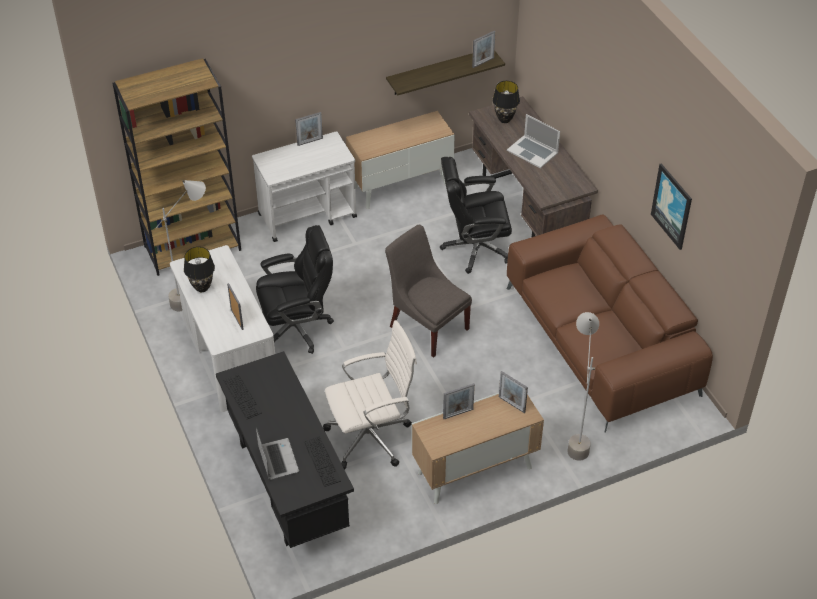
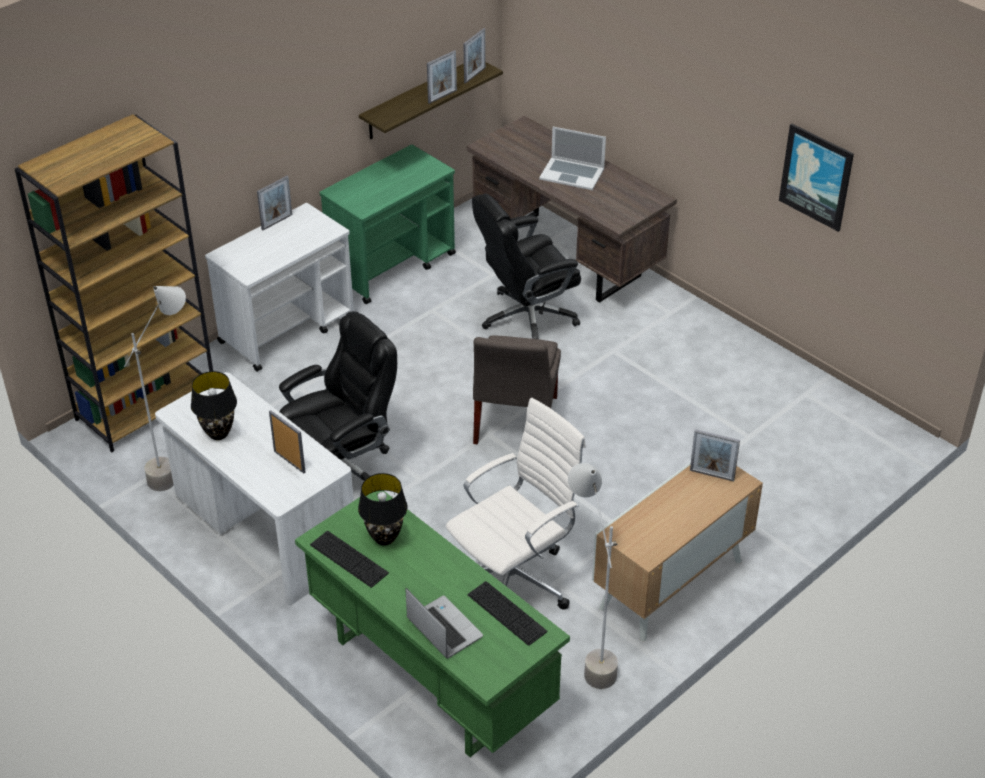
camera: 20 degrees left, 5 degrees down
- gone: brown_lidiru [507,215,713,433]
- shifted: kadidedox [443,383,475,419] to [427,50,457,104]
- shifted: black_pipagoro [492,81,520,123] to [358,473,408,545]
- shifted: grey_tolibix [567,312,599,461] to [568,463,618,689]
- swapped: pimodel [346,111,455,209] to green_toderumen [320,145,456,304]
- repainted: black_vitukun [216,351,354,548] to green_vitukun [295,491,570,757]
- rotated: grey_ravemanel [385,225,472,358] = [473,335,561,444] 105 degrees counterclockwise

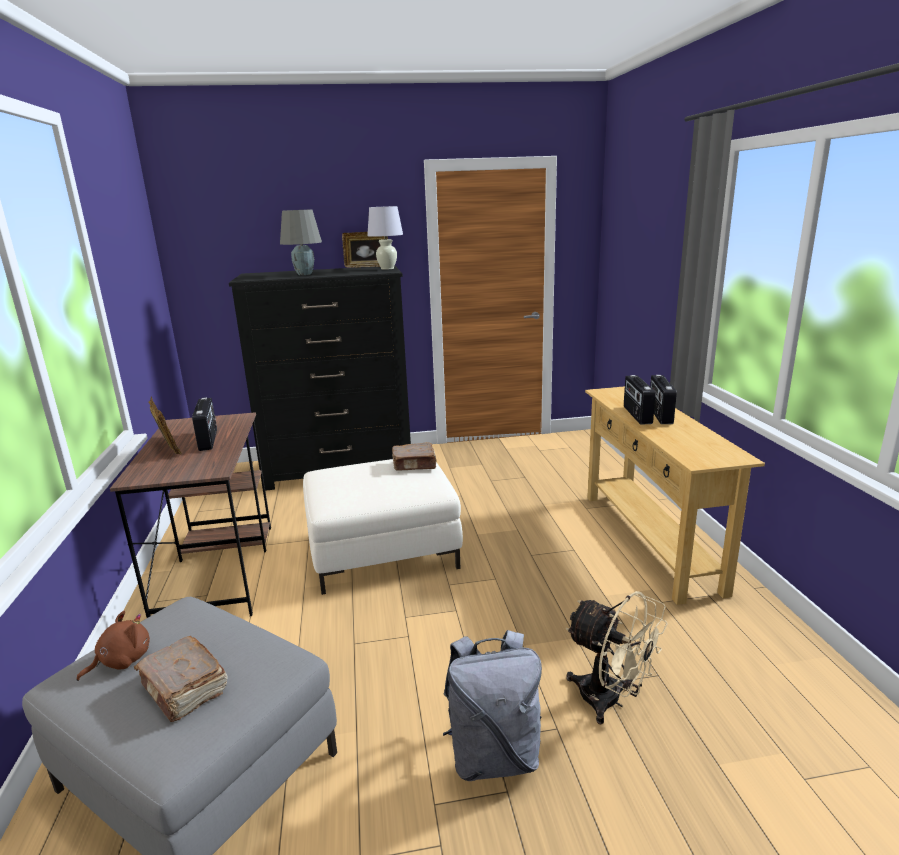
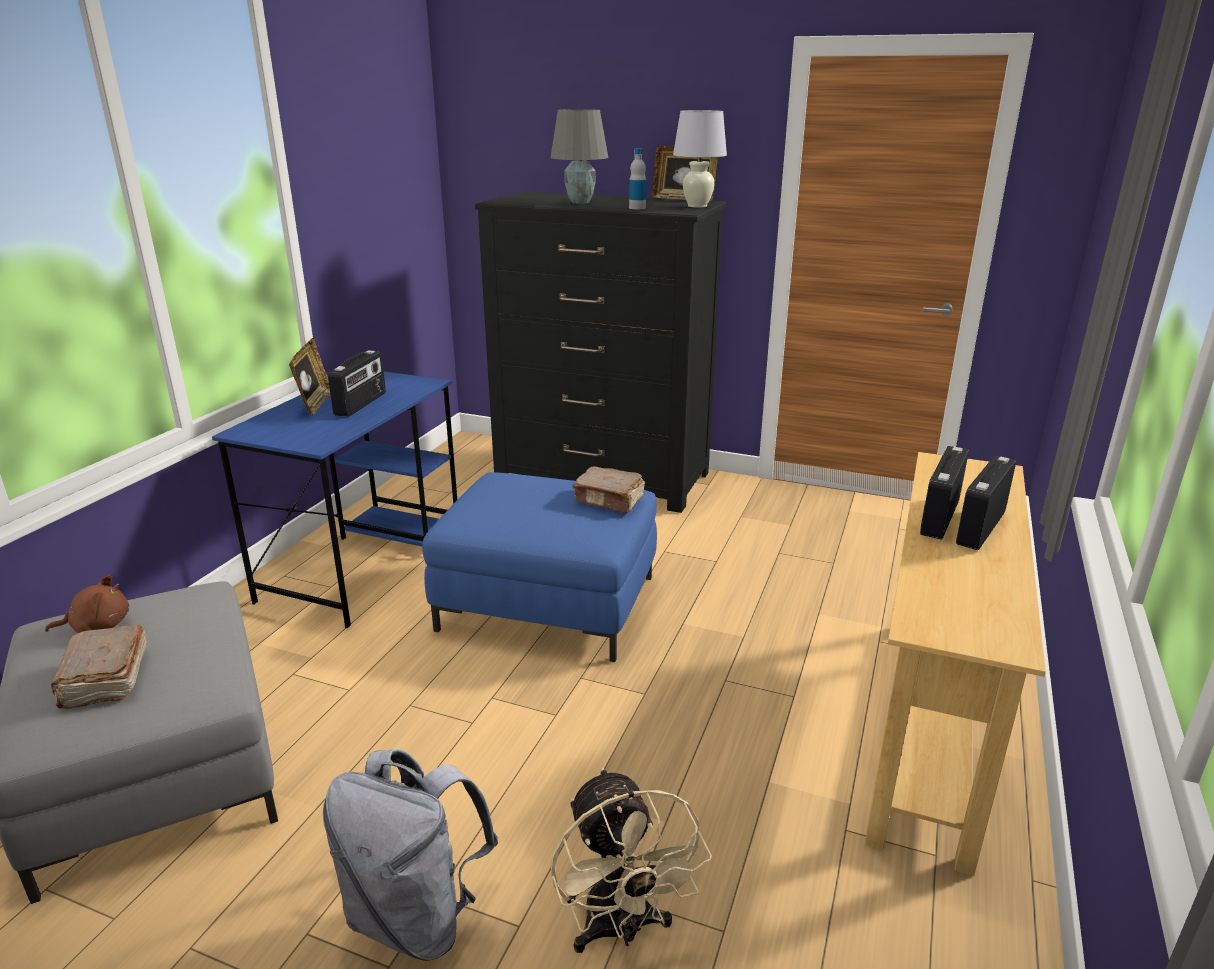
camera: 30 degrees right, 5 degrees up
- new: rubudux [629,148,646,209]
- repainted: brown_vitukun [110,412,271,618] to blue_vitukun [212,372,457,628]
- repainted: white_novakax [303,459,463,595] to blue_novakax [422,472,657,662]

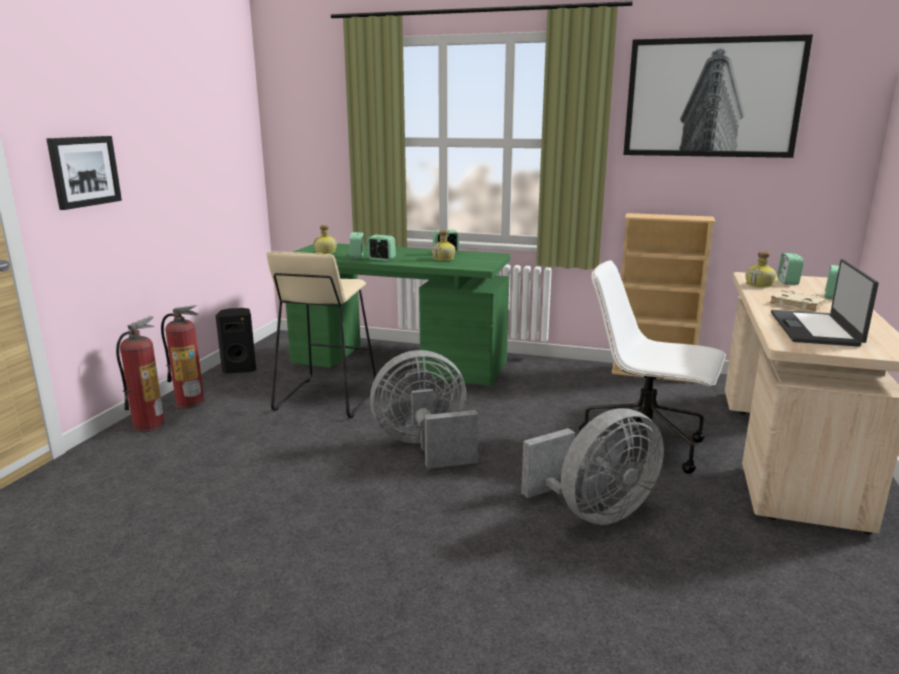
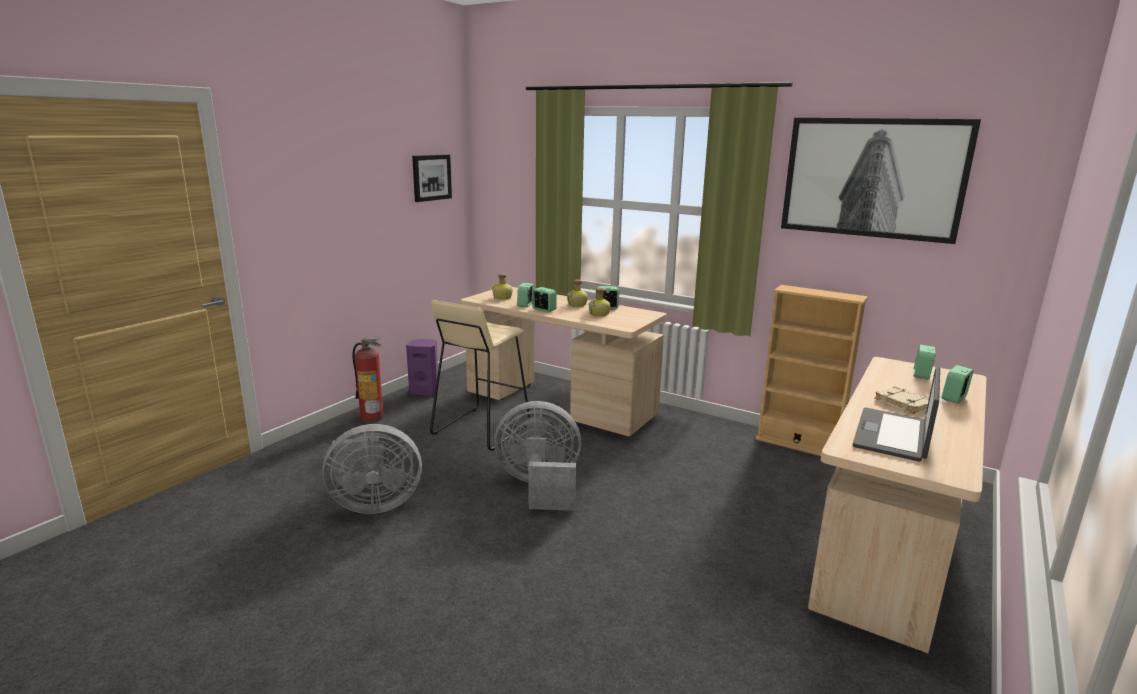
camera: 15 degrees right, 0 degrees up
- gone: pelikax [116,316,165,432]
- gone: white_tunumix [579,260,726,474]
- shifted: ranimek [46,136,122,210] to [412,154,452,202]
- shifted: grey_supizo [521,409,664,525] to [323,424,422,514]
- shifted: rubudux [746,251,776,288] to [567,280,588,307]
- repainted: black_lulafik [216,308,256,374] to purple_lulafik [406,339,439,395]
- repainted: green_vitukun [286,243,511,386] to beige_vitukun [461,287,666,436]

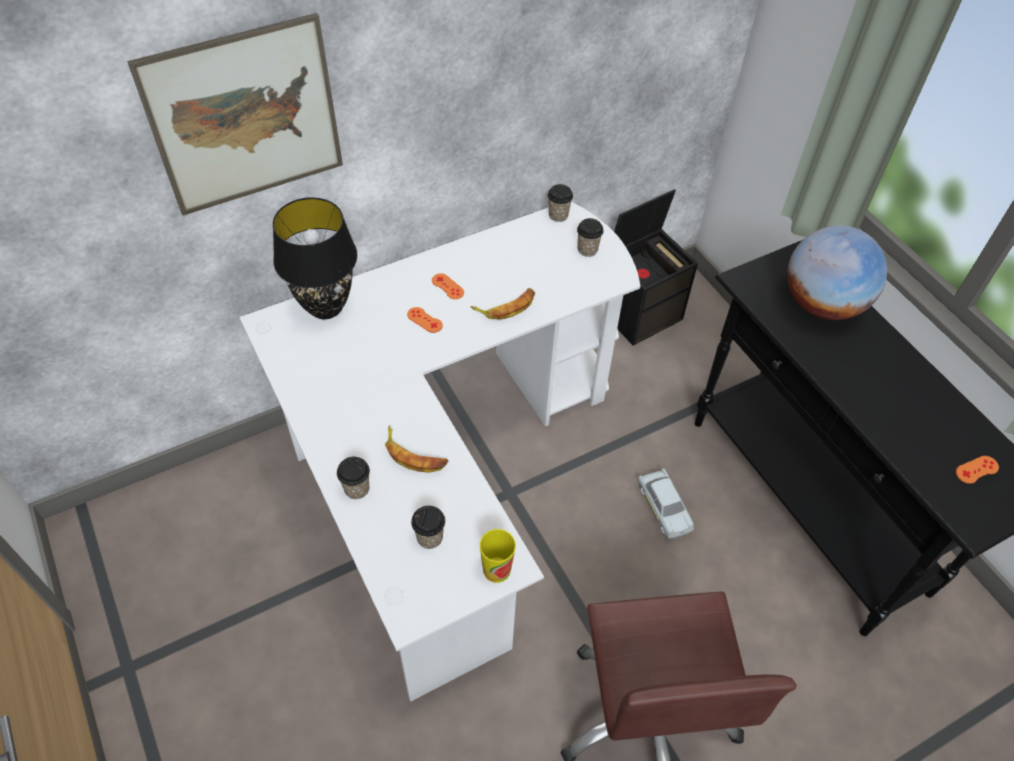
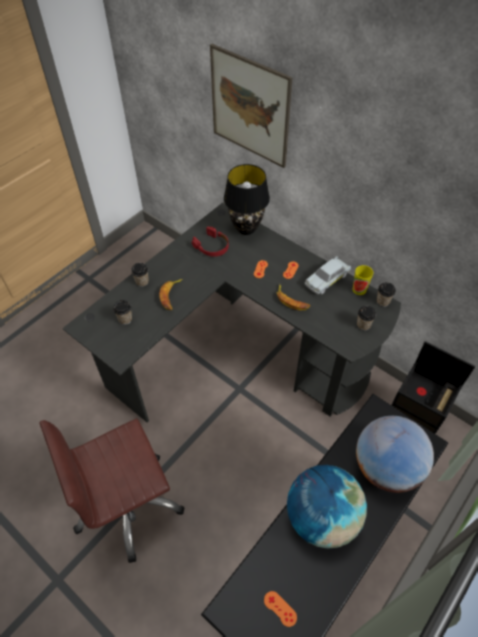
camera: 70 degrees right, 0 degrees up
- new: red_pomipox [192,227,229,257]
- new: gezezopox [287,465,367,549]
- shifted: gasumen [480,529,516,583] to [353,265,373,295]
- shifted: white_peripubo [638,468,694,539] to [305,256,351,295]
- repainted: white_vitukun [239,202,640,702] to black_vitukun [63,203,401,422]

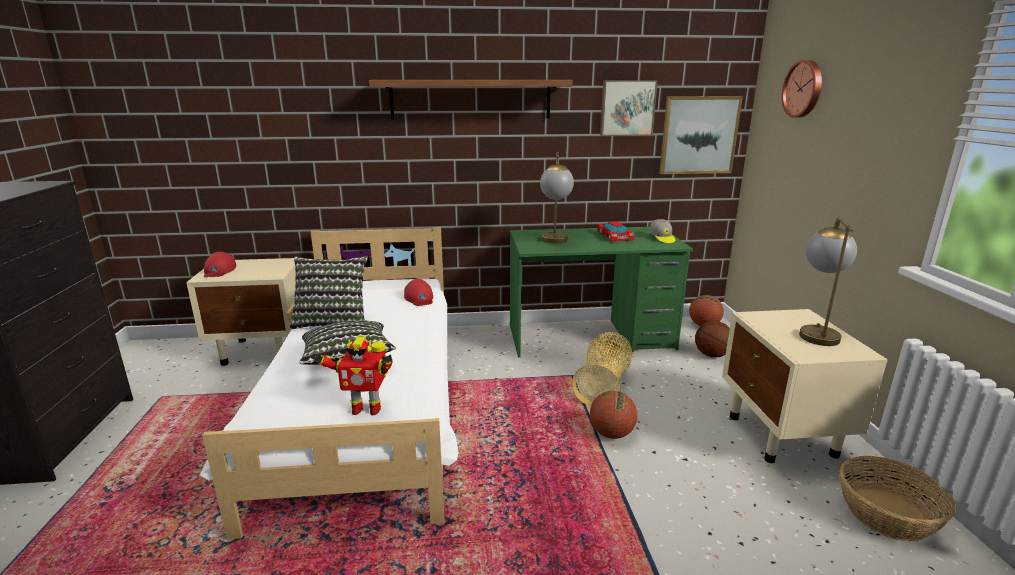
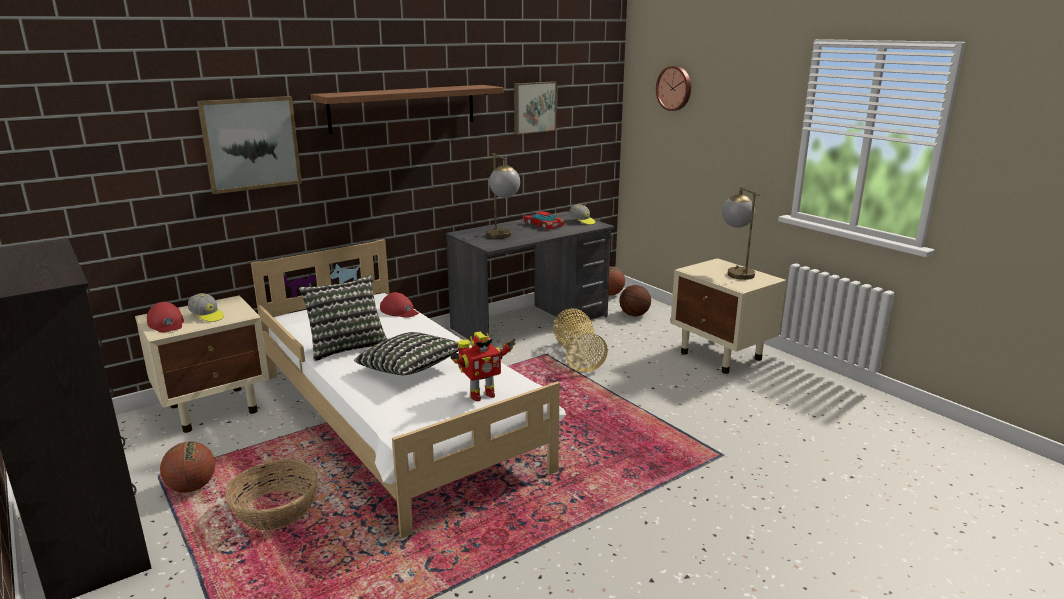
camera: 30 degrees left, 0 degrees up
- new: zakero [188,293,224,322]
- shifted: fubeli [590,391,637,439] to [160,441,215,493]
- shifted: ranimek [659,96,743,174] to [197,96,302,194]
- shifted: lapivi [840,456,956,541] to [225,459,318,531]
- repainted: green_vitukun [510,227,693,358] to grey_vitukun [445,211,615,341]

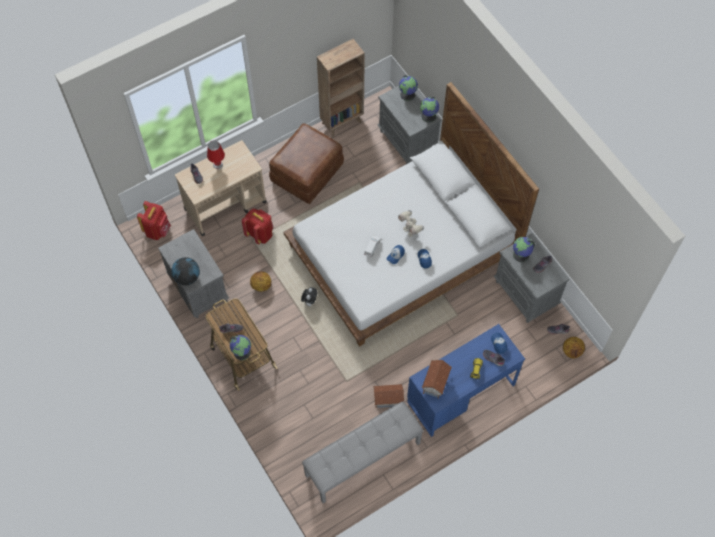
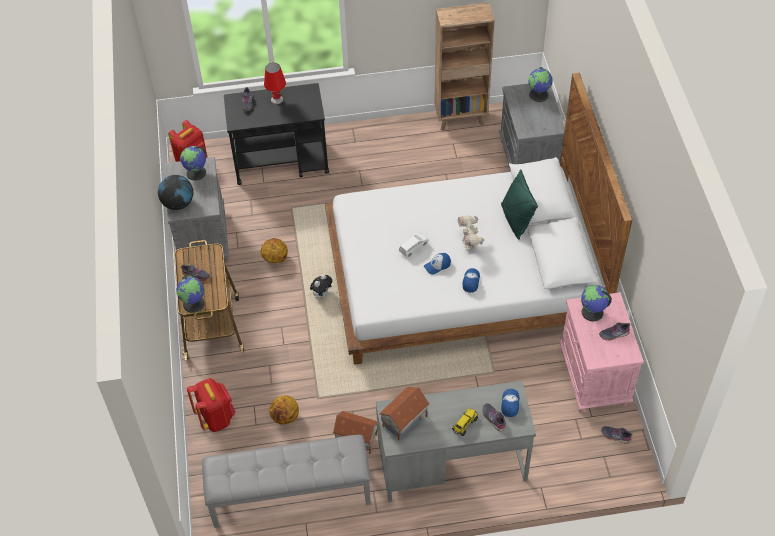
camera: 25 degrees right, 10 degrees down
- gone: brown_novakax [269,123,344,204]
- new: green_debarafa [501,169,538,240]
- shifted: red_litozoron [242,209,273,244] to [187,378,236,432]
- shifted: gezezopox [420,97,439,123] to [180,146,206,181]
- shifted: fubeli [563,337,585,358] to [269,395,299,425]
- repainted: beige_toderumen [175,140,267,236] to black_toderumen [224,83,329,185]
- repainted: blue_vitukun [407,324,525,437] to grey_vitukun [376,381,536,502]
- repainted: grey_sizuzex [494,233,569,323] to pink_sizuzex [559,292,643,413]

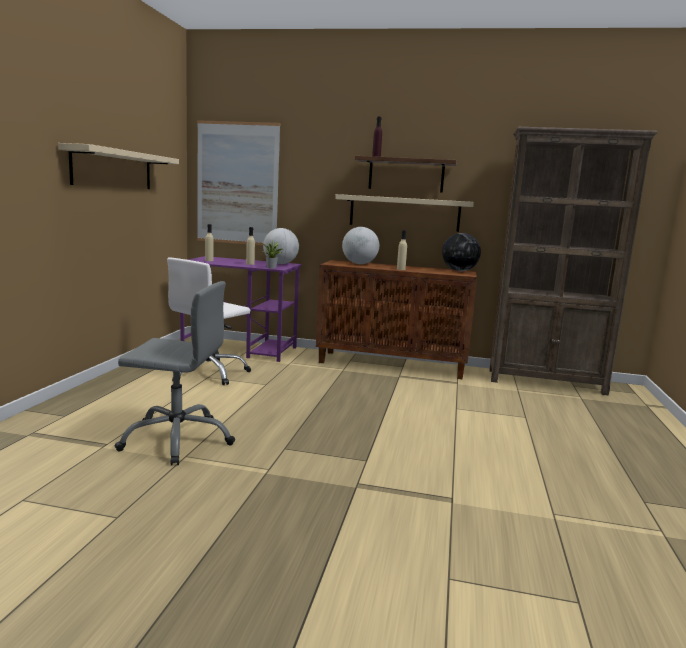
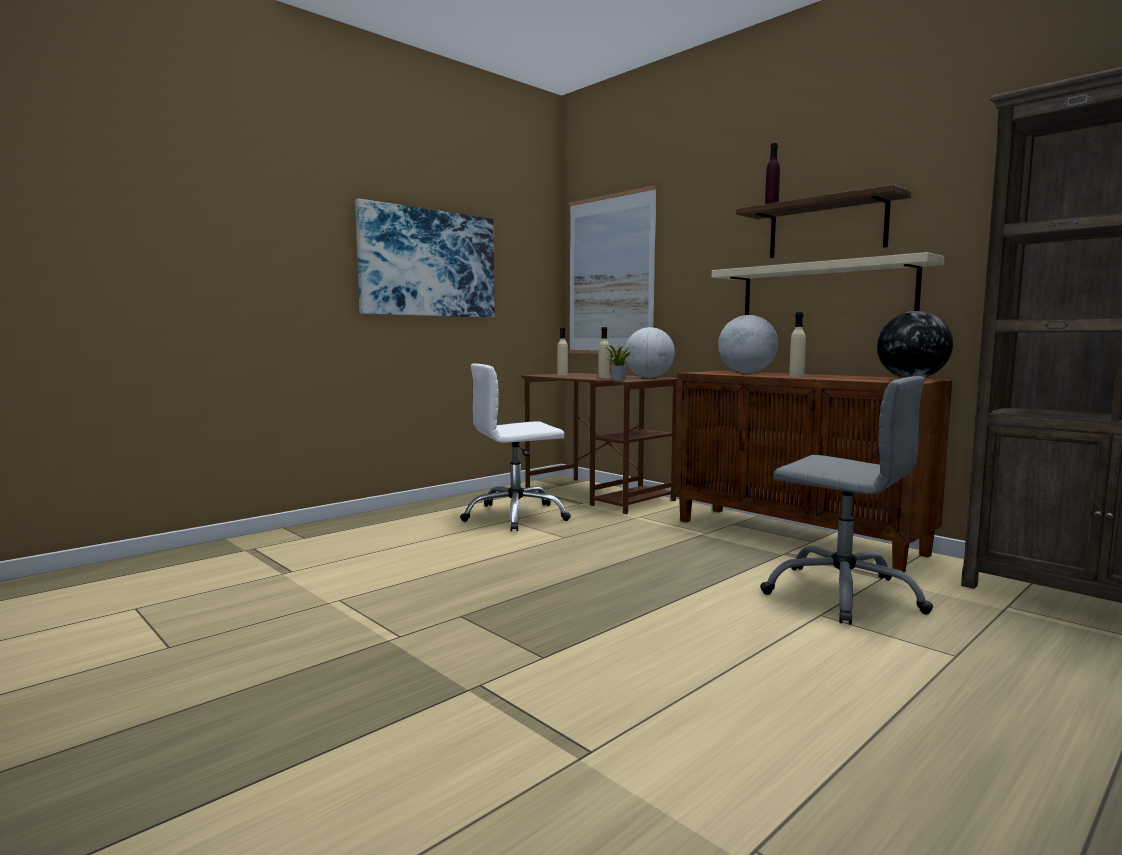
camera: 35 degrees right, 5 degrees down
- shifted: grey_tunumix [115,281,235,466] to [760,376,933,625]
- swapped: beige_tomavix [58,143,179,189] to ranimek [355,199,495,317]
- repainted: purple_vitukun [180,256,302,362] to brown_vitukun [521,373,677,514]

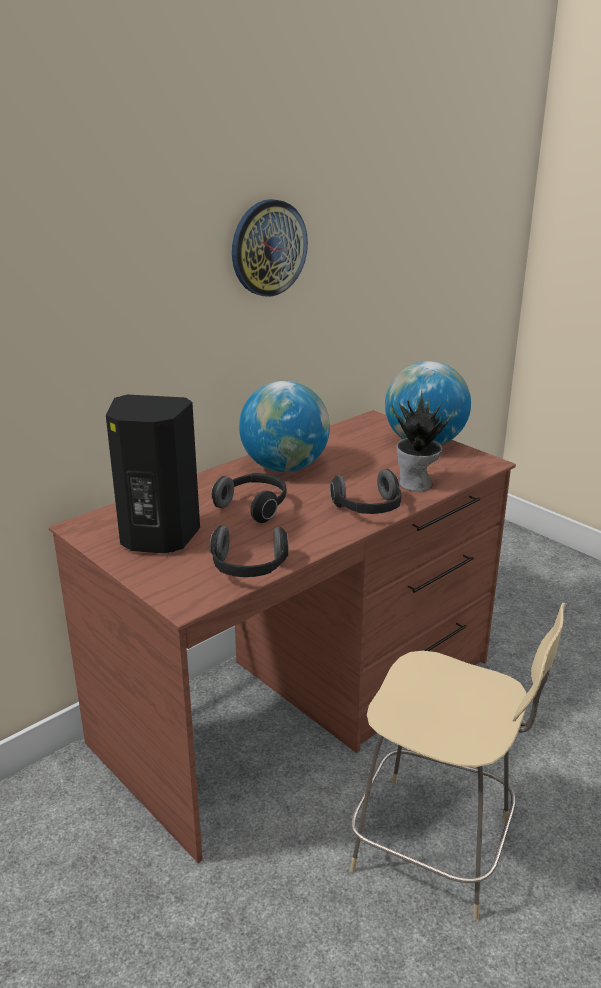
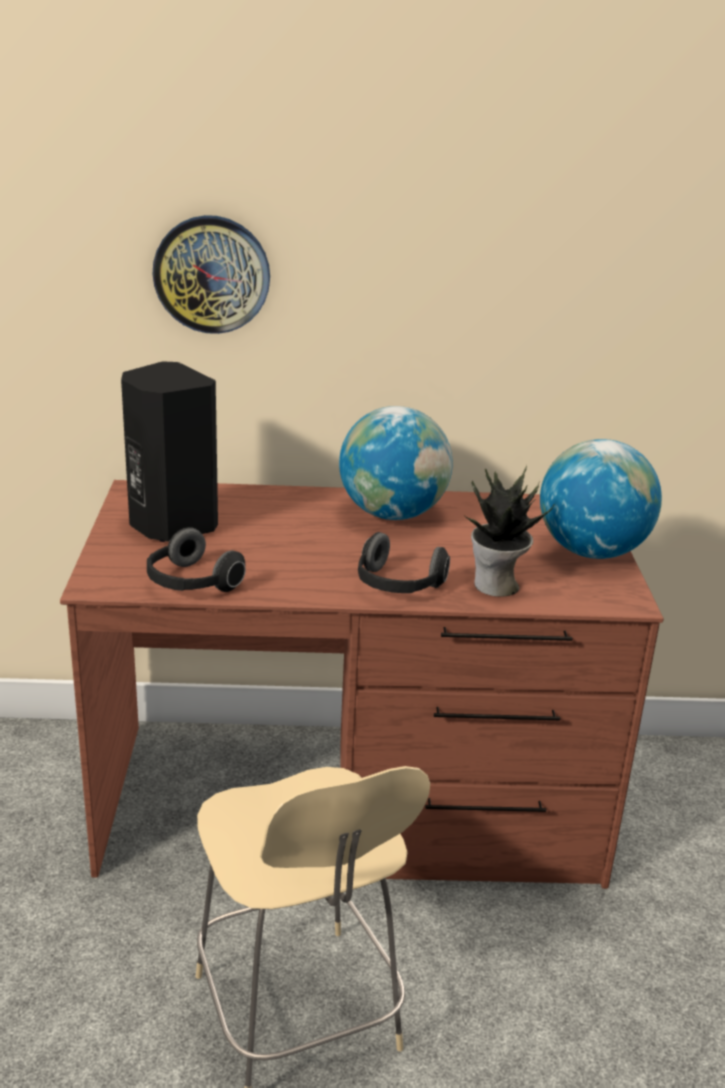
camera: 40 degrees right, 0 degrees up
- gone: pomipox [211,473,286,523]
- shifted: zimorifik [232,199,308,297] to [152,215,270,334]

